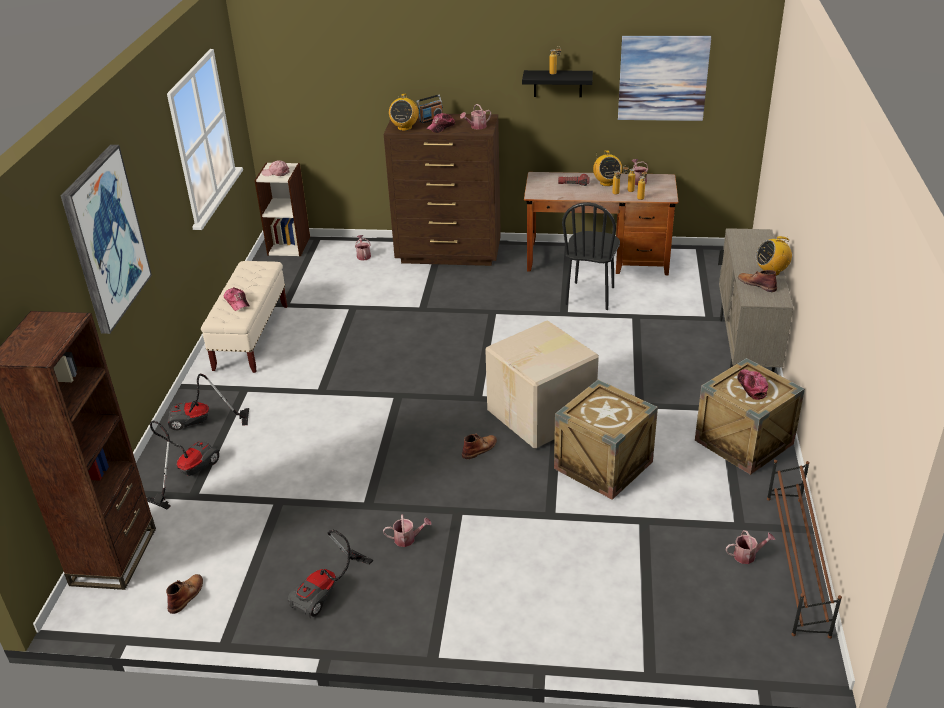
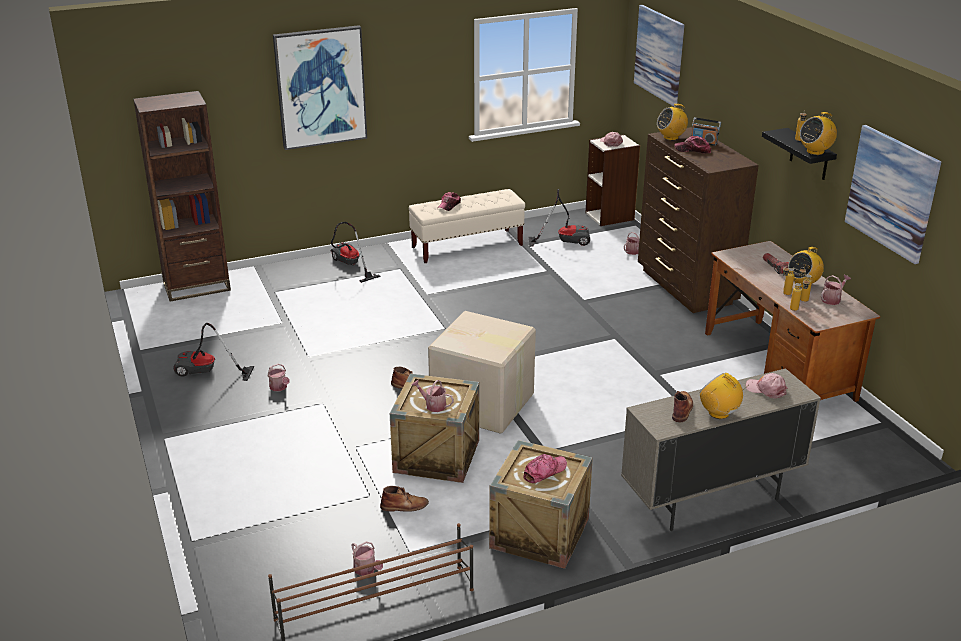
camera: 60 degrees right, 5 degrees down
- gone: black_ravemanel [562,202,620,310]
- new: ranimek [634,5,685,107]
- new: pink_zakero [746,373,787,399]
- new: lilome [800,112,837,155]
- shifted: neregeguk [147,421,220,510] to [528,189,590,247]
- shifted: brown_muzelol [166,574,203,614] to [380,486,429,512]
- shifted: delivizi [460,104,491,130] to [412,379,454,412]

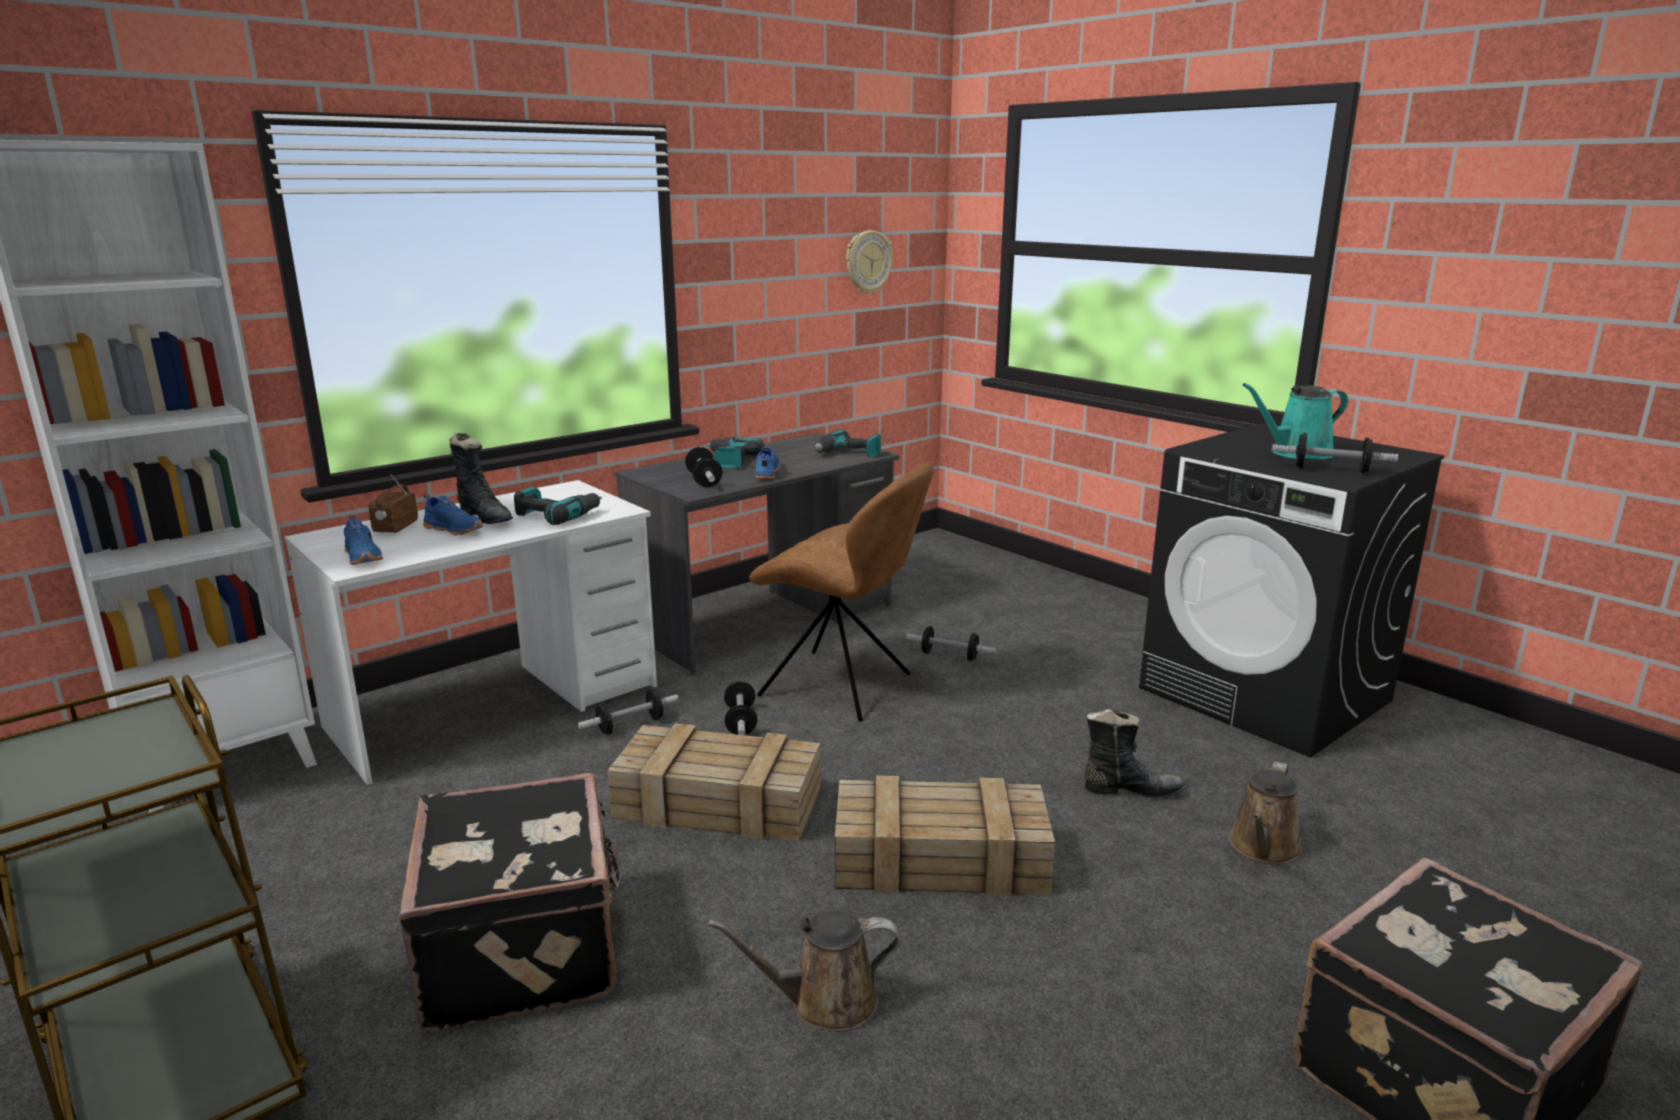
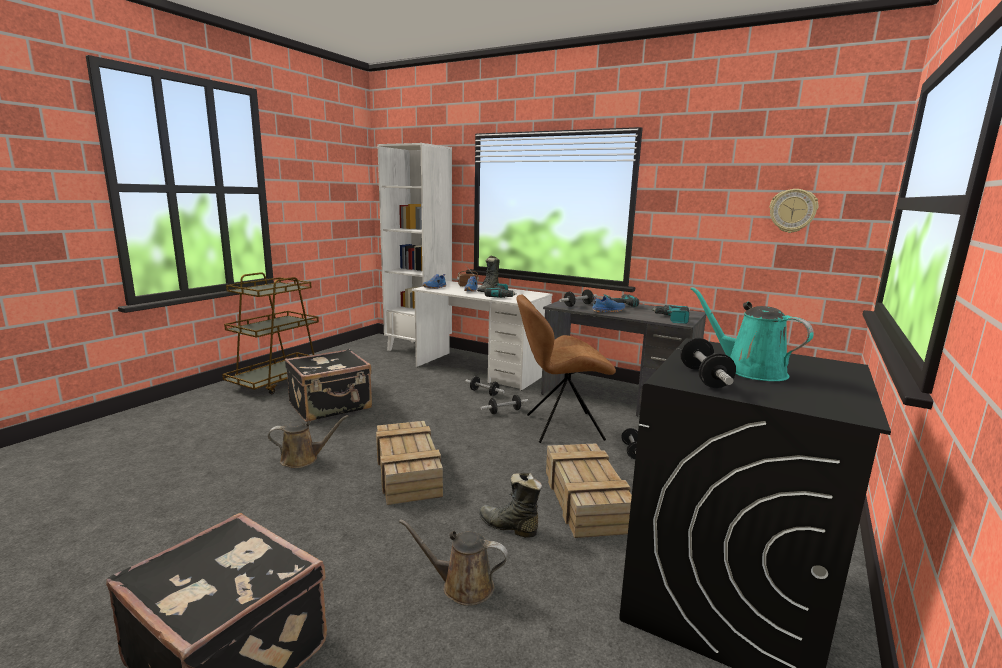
camera: 70 degrees right, 5 degrees down
- shifted: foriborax [607,723,820,841] to [546,443,632,538]
- rotated: brown_delivizi [708,911,900,1032] = [268,415,348,468] 105 degrees clockwise
- rotated: brown_ravemanel [749,463,934,722] = [516,294,616,443] 75 degrees clockwise
- rotated: black_muzelol [1085,709,1185,798] = [479,473,542,538] 135 degrees clockwise

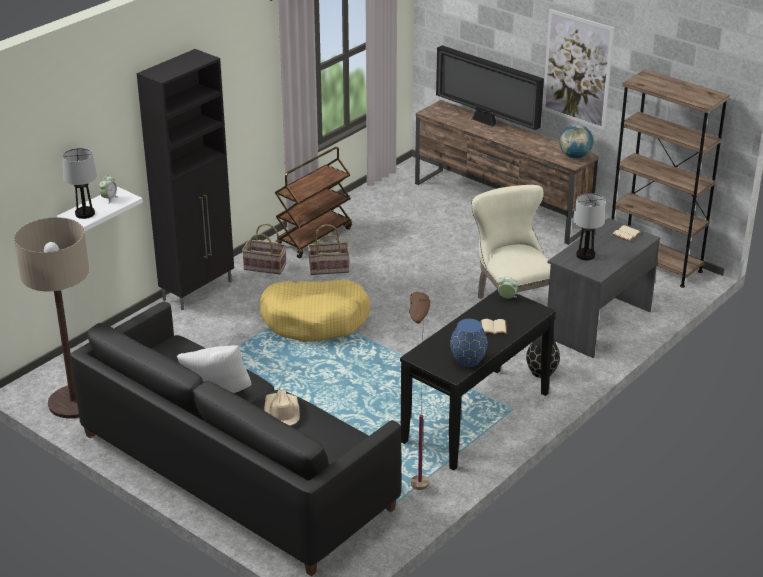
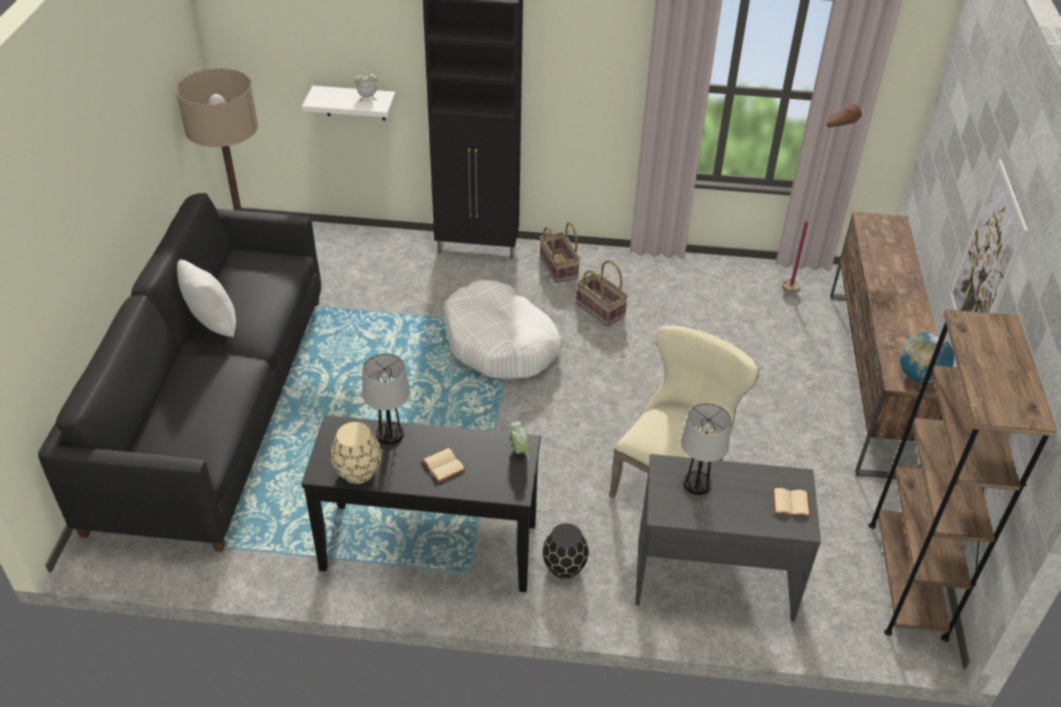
camera: 55 degrees right, 10 degrees up
- gone: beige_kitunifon [264,390,300,426]
- gone: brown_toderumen [275,147,352,258]
- gone: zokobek [436,45,544,130]
- shifted: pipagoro [62,148,97,219] to [363,353,410,445]
- shifted: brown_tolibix [409,292,430,490] to [782,104,861,293]
- repainted: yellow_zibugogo [260,280,370,342] to white_zibugogo [444,280,562,379]
- repainted: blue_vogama [450,319,488,367] to beige_vogama [330,422,381,484]

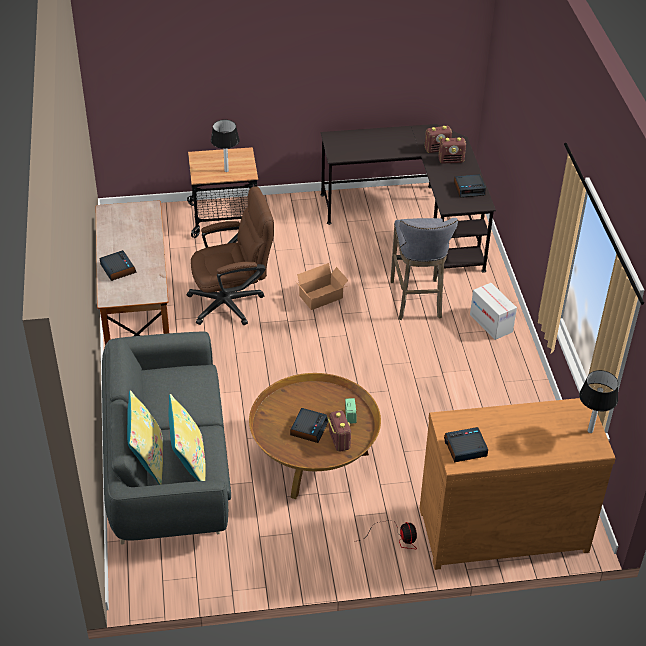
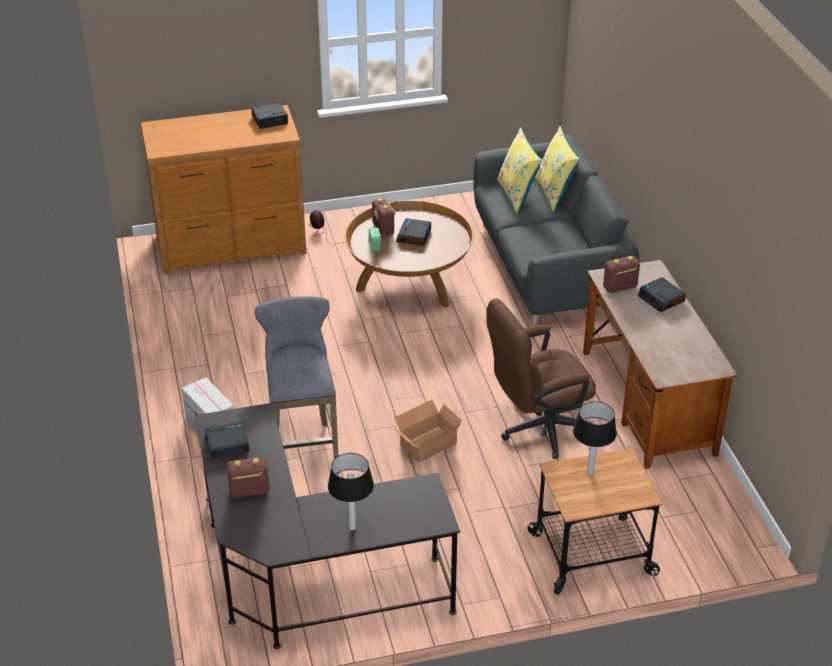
camera: 175 degrees right, 5 degrees down
- shifted: lilome [425,126,452,153] to [603,256,640,293]
- shifted: pipagoro [579,370,618,433] to [328,453,374,530]

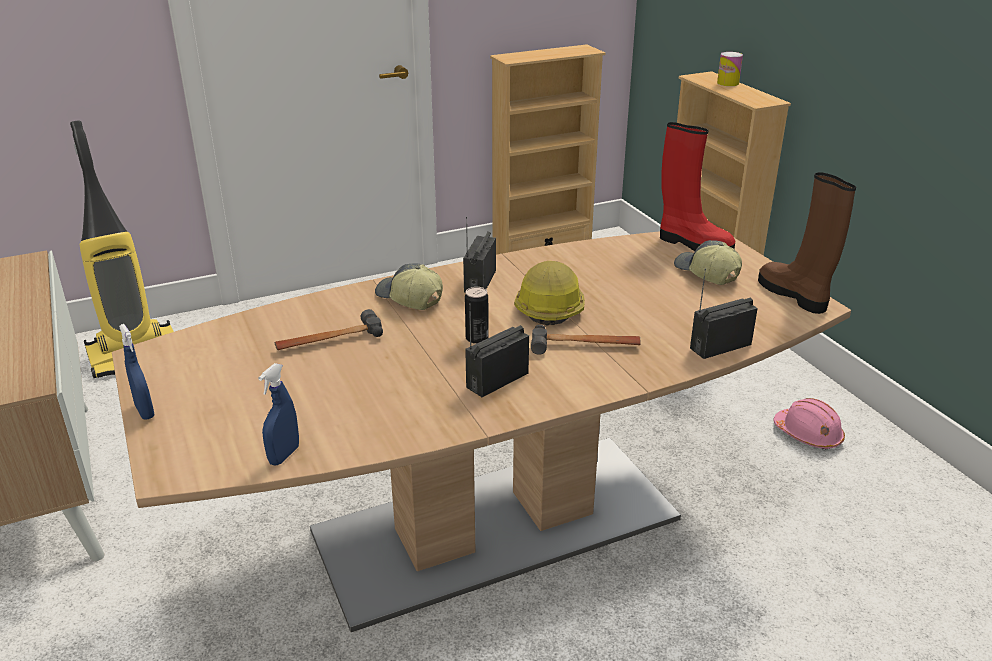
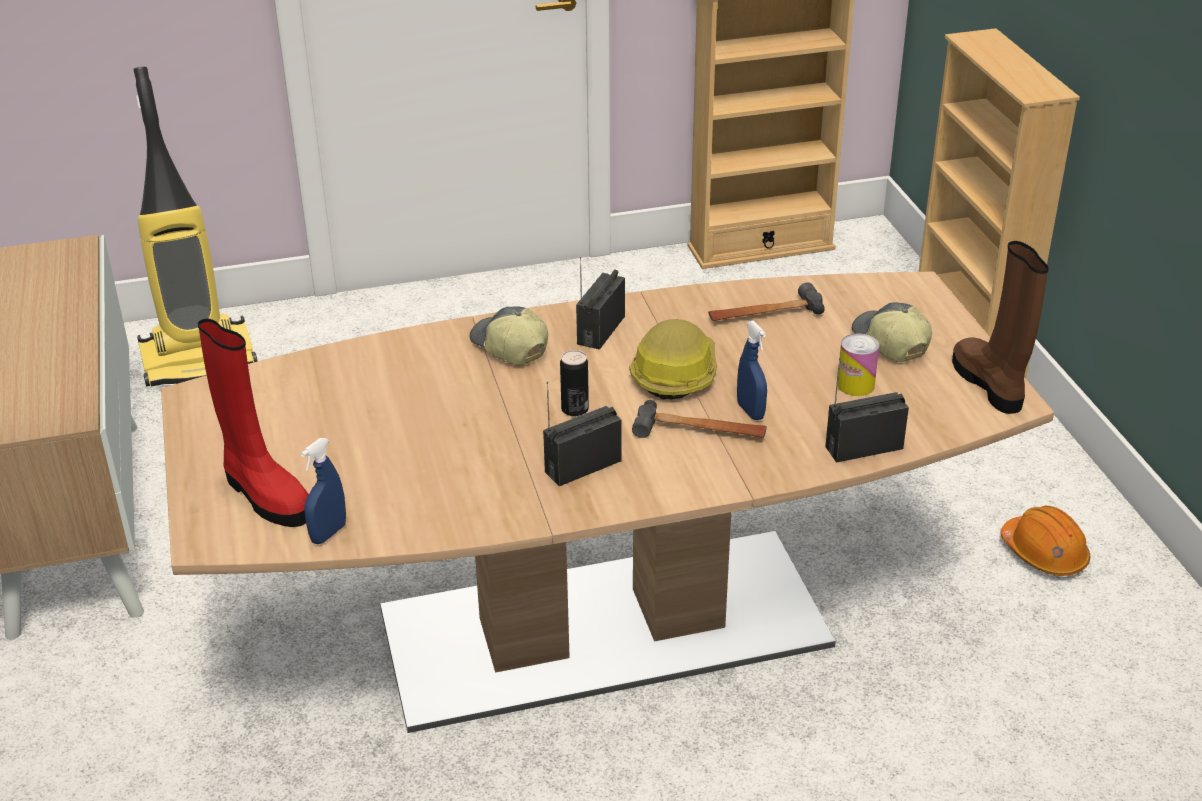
camera: 10 degrees right, 5 degrees up
- shifted: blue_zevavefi [119,324,155,420] to [737,320,767,420]
- shifted: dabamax [274,309,383,350] to [708,282,825,321]
- shifted: red_muzelol [660,122,735,251] to [197,319,309,527]
- shifted: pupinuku [717,52,743,86] to [838,333,879,396]
- repainted: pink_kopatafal [774,398,845,449] to orange_kopatafal [1001,506,1091,576]

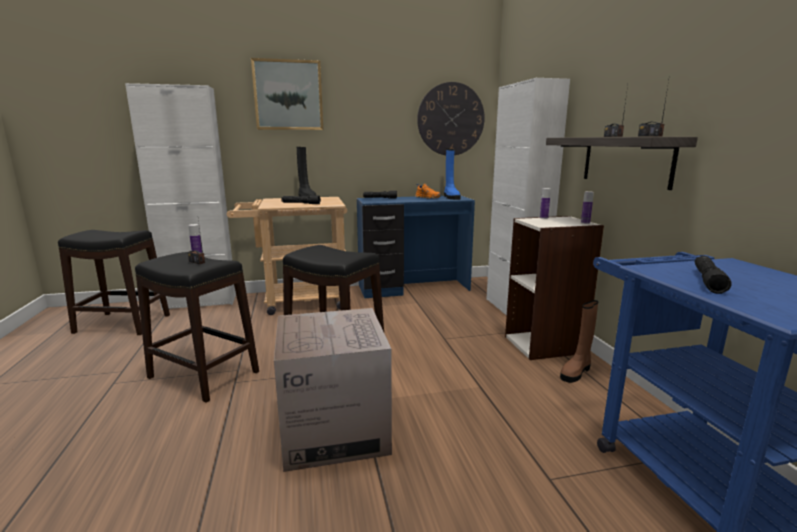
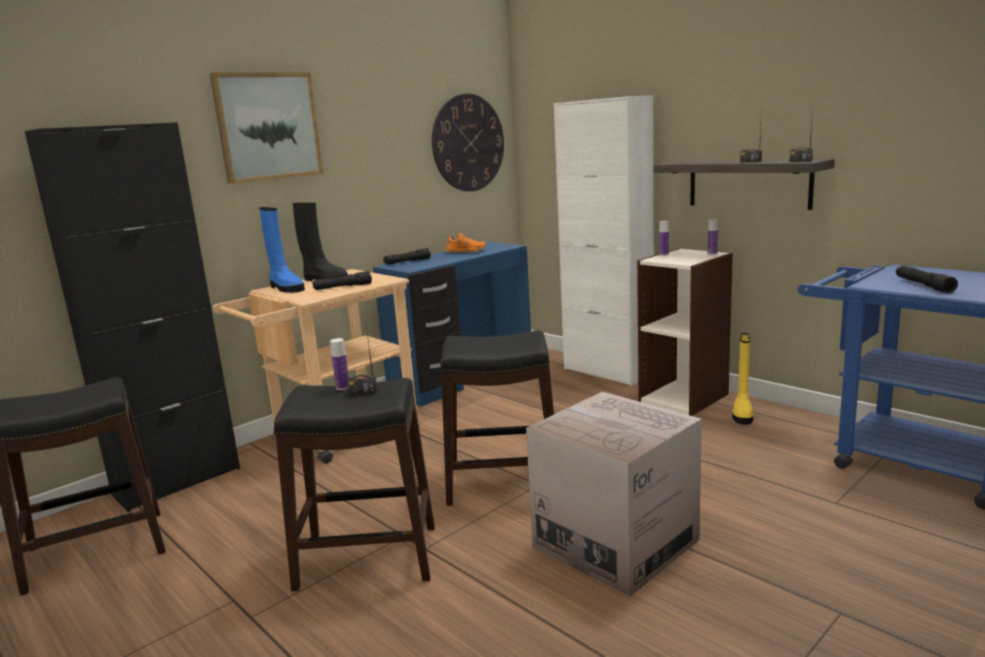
camera: 30 degrees left, 0 degrees up
- shifted: blue_muzelol [444,149,461,200] to [259,207,305,293]
- repainted: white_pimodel [125,83,236,310] to black_pimodel [25,122,240,512]
- repainted: brown_muzelol [560,300,598,383] to yellow_muzelol [732,333,753,425]

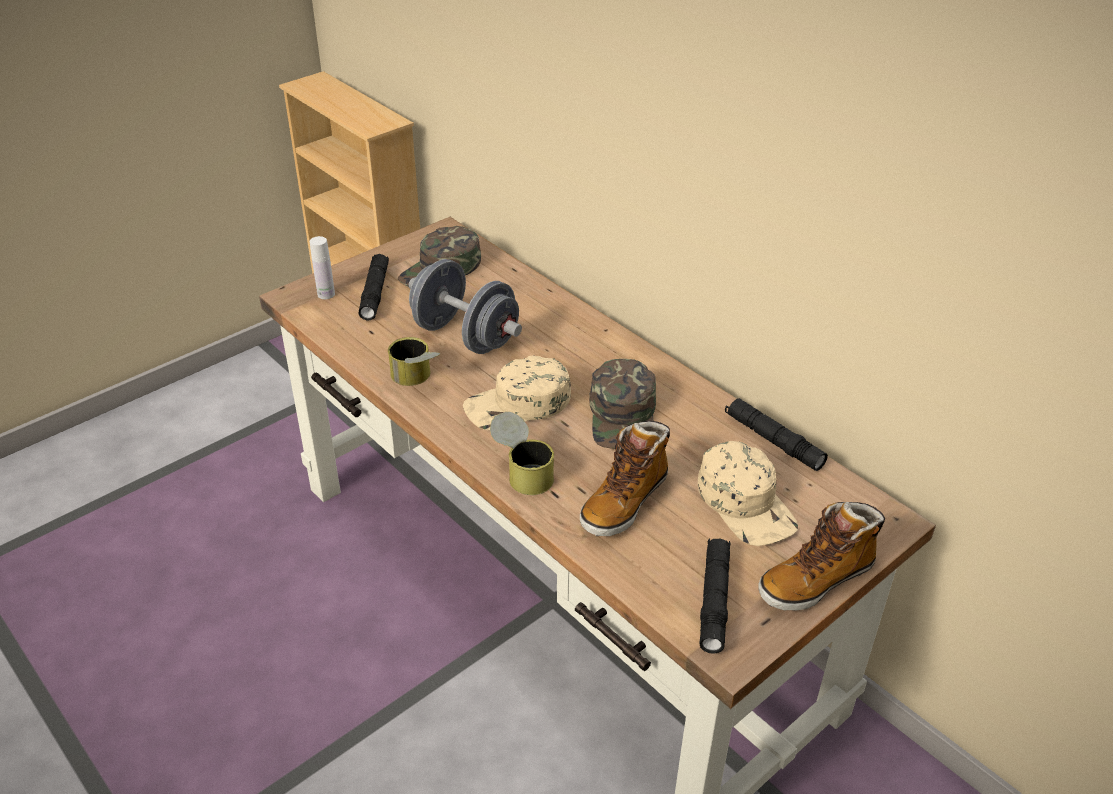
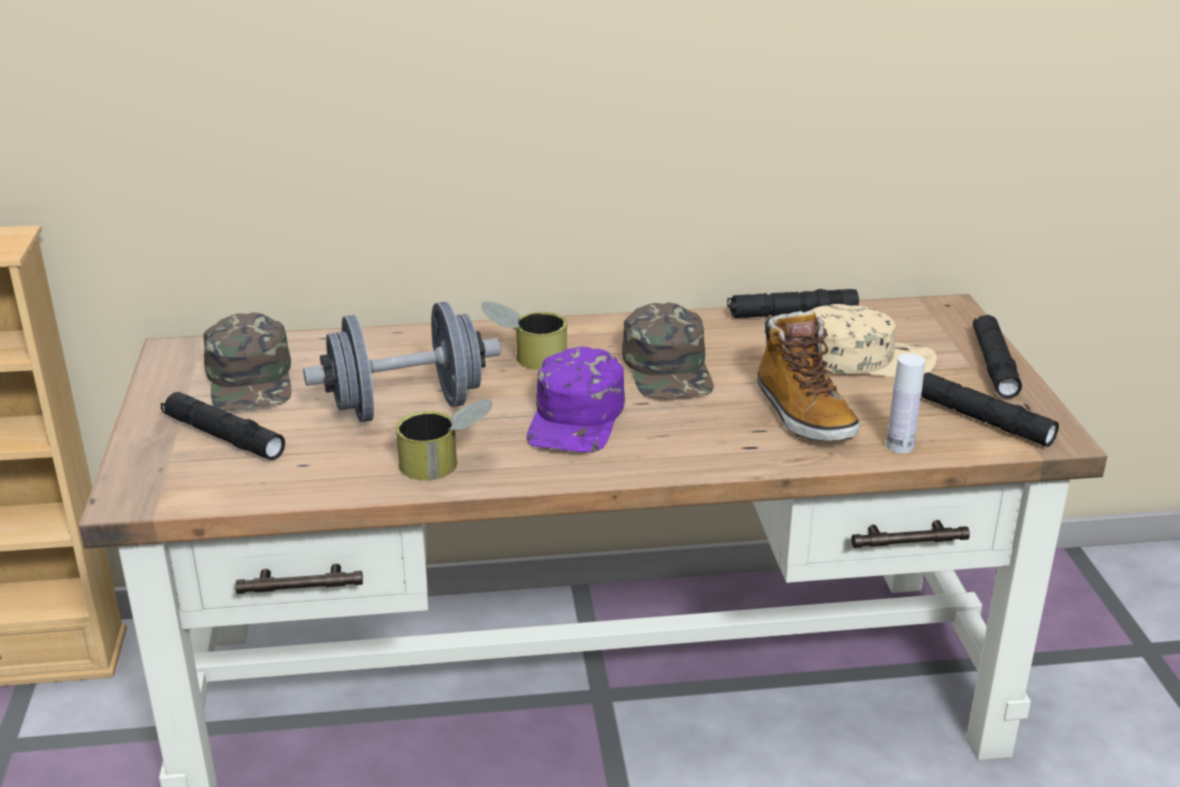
camera: 55 degrees left, 10 degrees down
- shifted: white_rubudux [310,236,335,299] to [886,353,925,454]
- shifted: pupinuku [490,412,554,495] to [481,301,567,370]
- swapped: muzelol [758,502,885,611] to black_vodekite [973,315,1022,398]
- repainted: beige_zakero [463,355,571,431] to purple_zakero [526,347,625,453]
- rotated: green_zakero [589,358,656,449] = [622,303,714,399] 45 degrees clockwise

